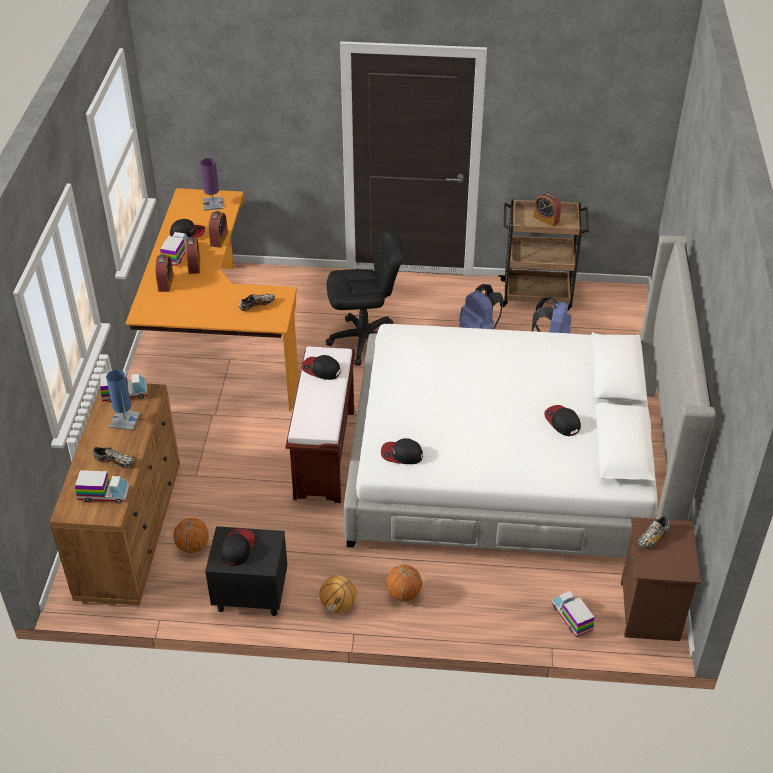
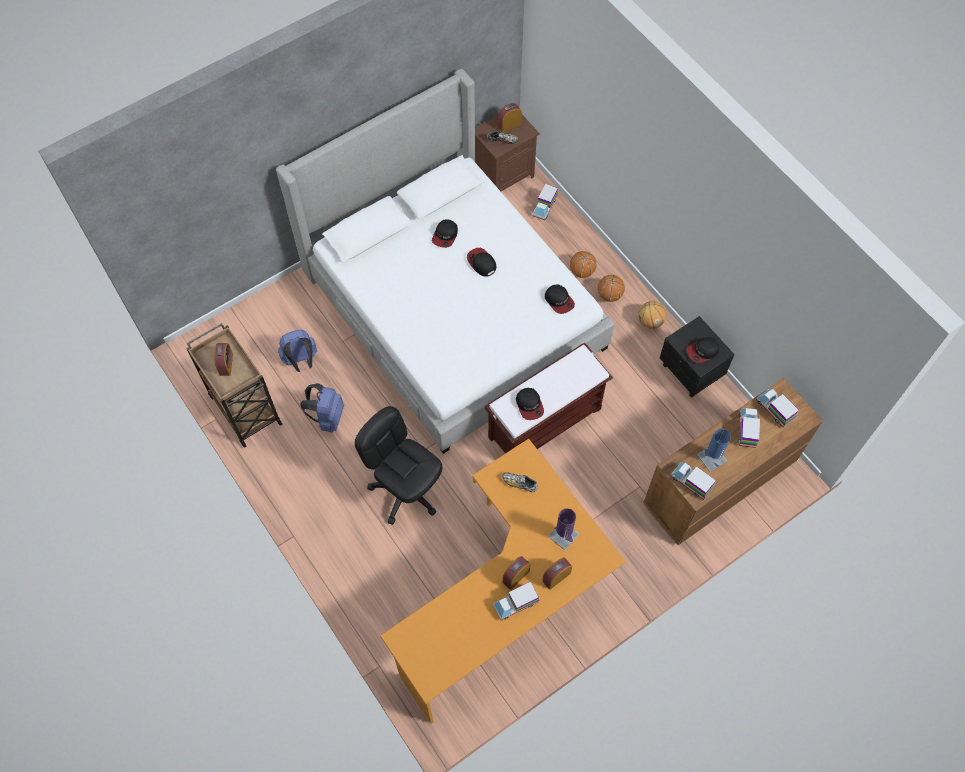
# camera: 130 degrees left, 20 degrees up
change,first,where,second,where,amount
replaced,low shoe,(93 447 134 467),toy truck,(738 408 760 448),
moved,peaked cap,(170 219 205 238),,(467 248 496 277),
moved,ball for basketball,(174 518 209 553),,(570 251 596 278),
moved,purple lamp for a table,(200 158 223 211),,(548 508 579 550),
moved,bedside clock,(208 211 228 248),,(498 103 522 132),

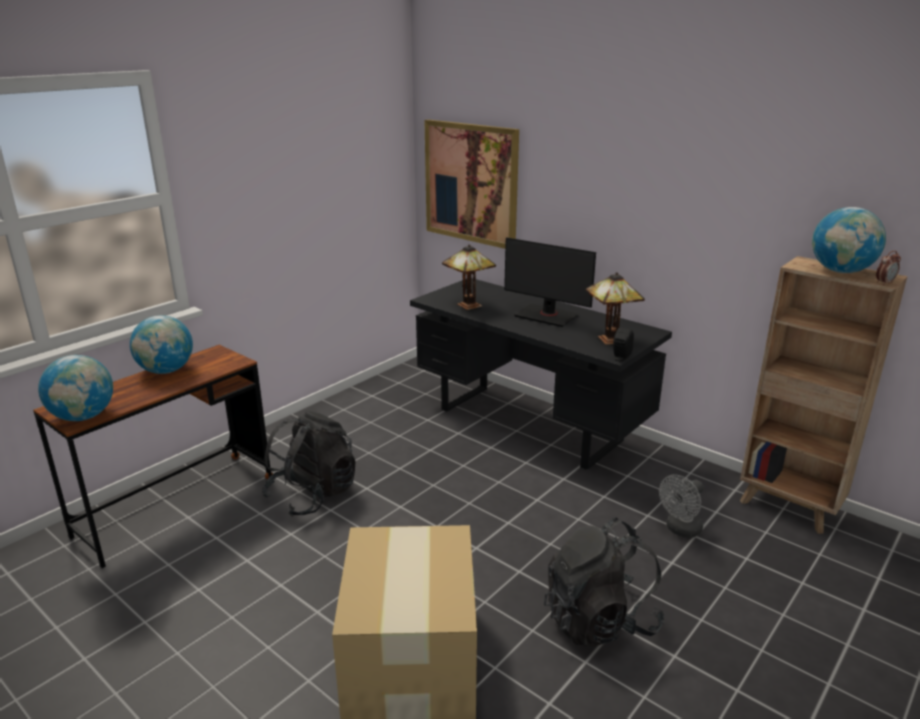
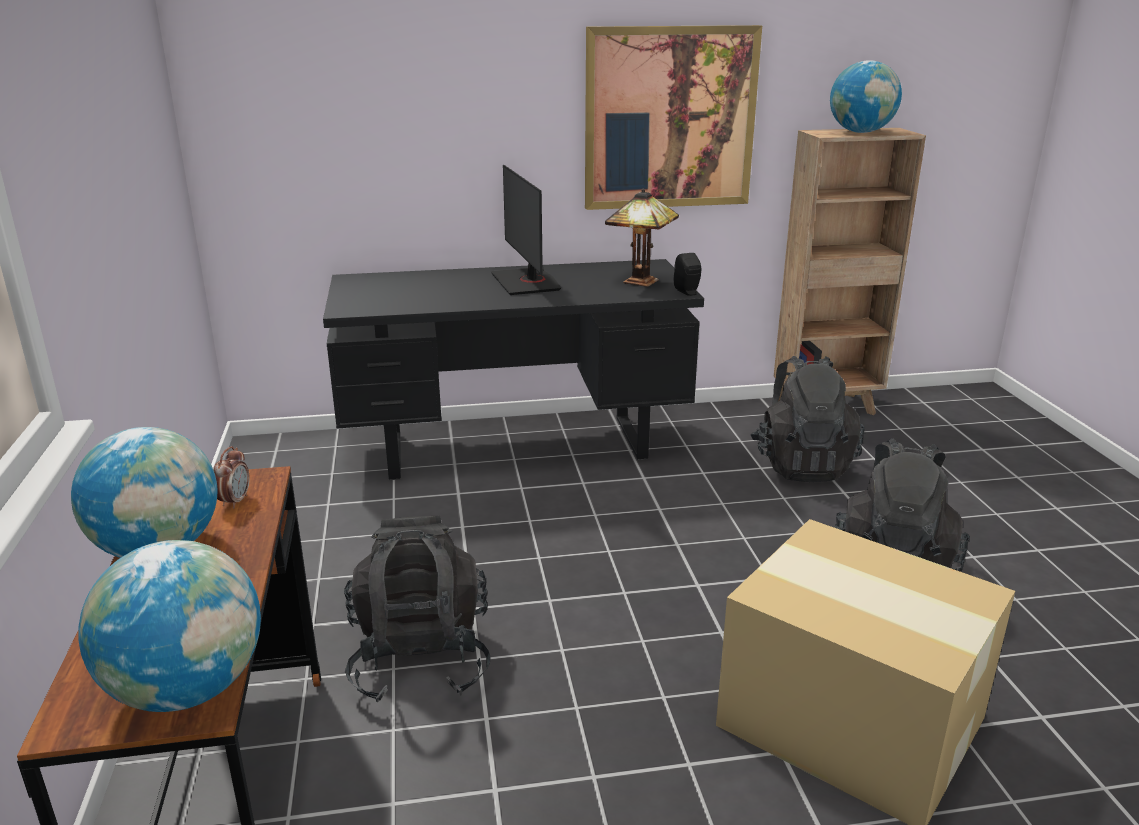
# camera: 50 degrees left, 0 degrees up
change,first,where,second,where,amount
moved,picture,(425 119 519 249),,(585 25 762 210),
removed,lamp for a table,(442 244 496 310),,,
turned,computer display,(504 237 596 327),,(491 165 561 295),90 degrees clockwise
replaced,greyish electric fan,(659 475 704 538),black rucksack,(750 356 864 482),
moved,bedside clock,(876 251 901 285),,(214 446 250 509),

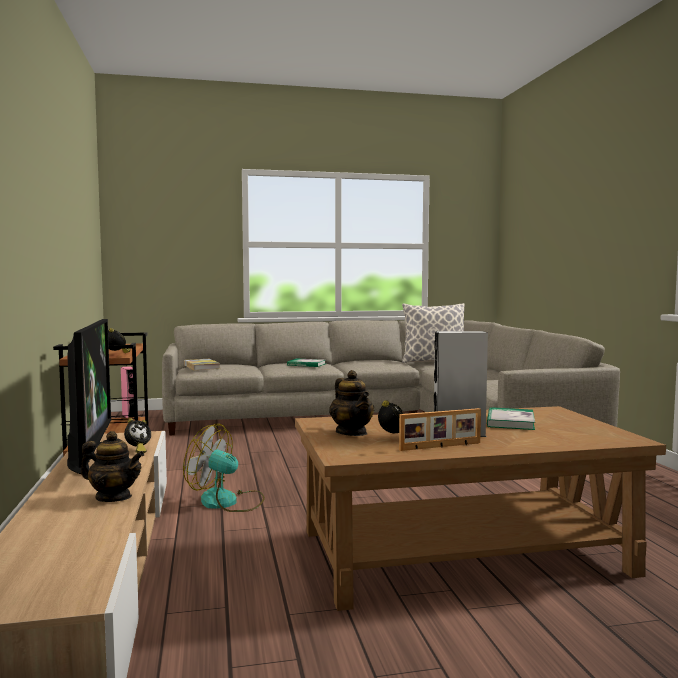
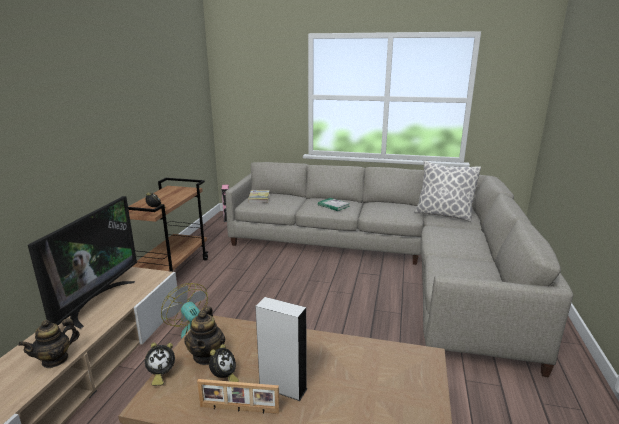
# camera: 25 degrees right, 15 degrees up
change,first,where,second,where,amount
turned,pot for tea,(81 431 144 502),,(18 318 80 368),90 degrees clockwise
moved,bedside clock,(124 418 151 453),,(145 342 175 386),
removed,book,(487 407 535 430),,,

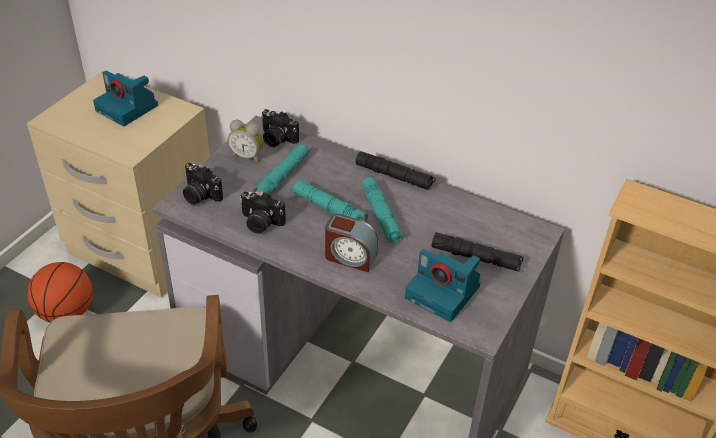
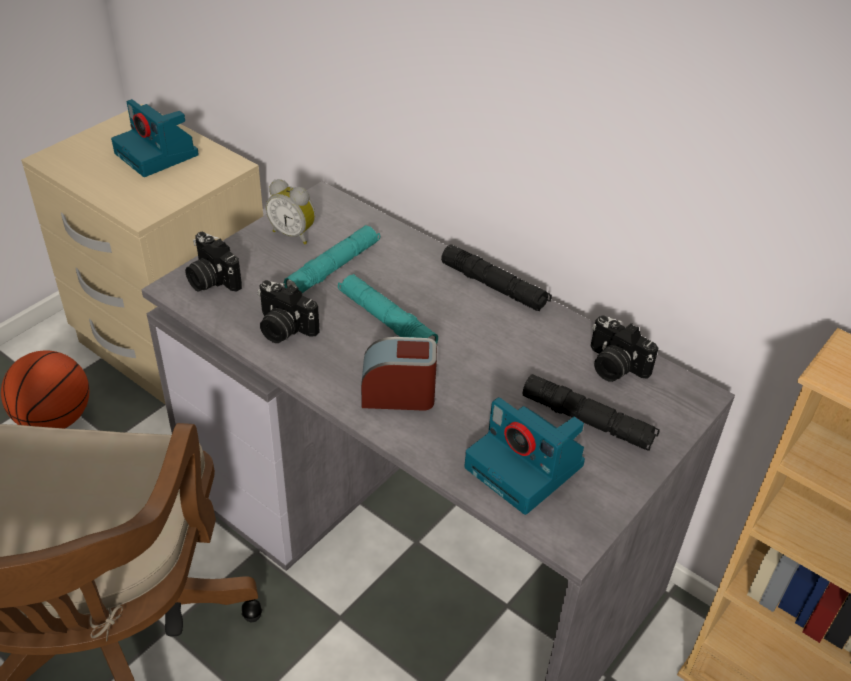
# camera: 10 degrees right, 0 degrees up
change,first,where,second,where,amount
moved,still camera,(261 109 299 147),,(591 315 659 382),
turned,bedside clock,(325 214 378 272),,(361 337 437 411),150 degrees clockwise
removed,turquoise-coloured hand torch,(362 177 403 243),,,

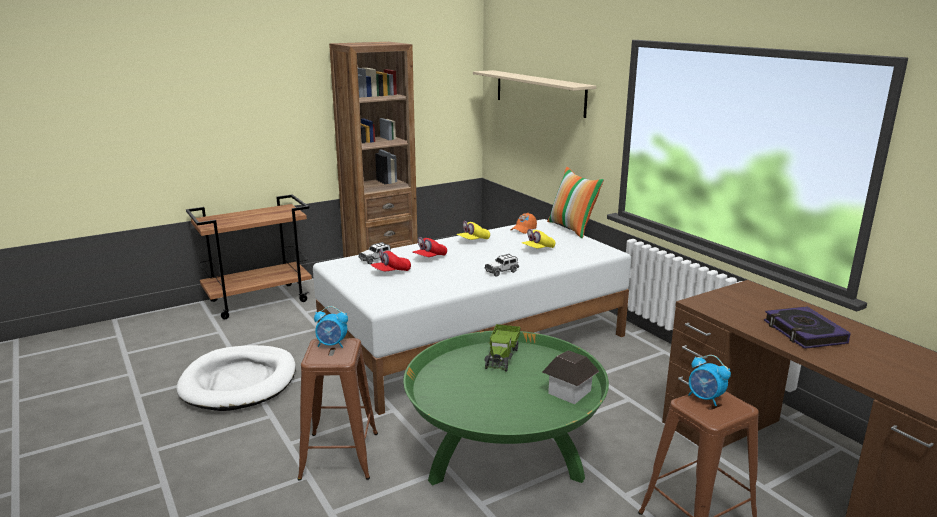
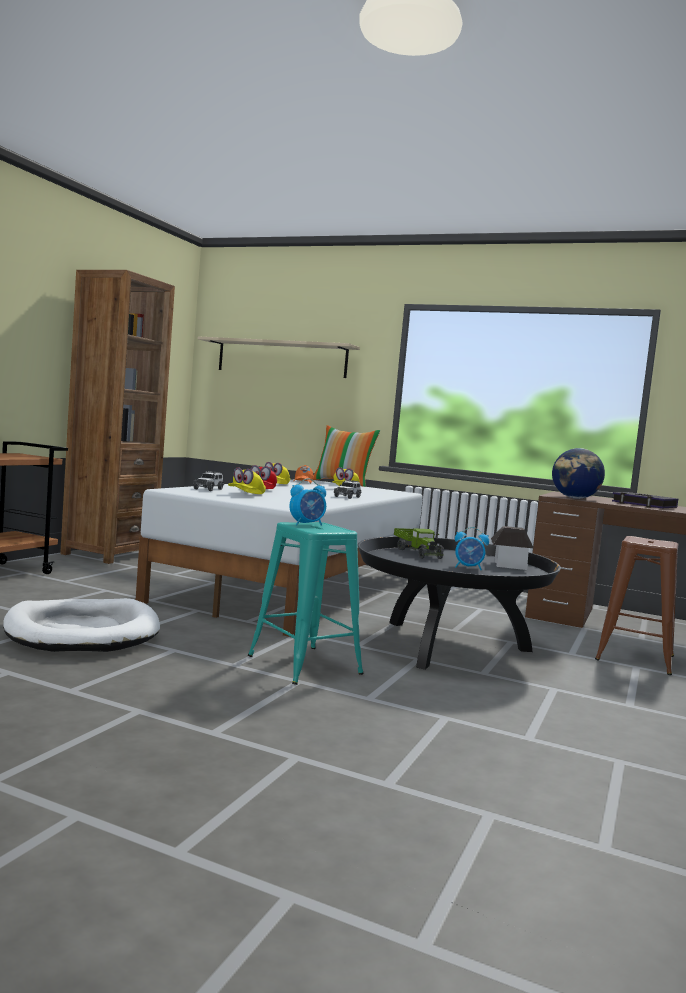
# camera: 35 degrees left, 15 degrees down
change,first,where,second,where,amount
recoloured,brown-coloured stool,(297 338 378 481),turquoise-coloured stool,(248 522 364 685),
recoloured,red-coloured peaked cap,(371 249 411 271),yellow-coloured peaked cap,(228 467 266 494),
recoloured,greenish low table,(403 331 609 486),black low table,(358 536 561 670),
moved,bedside clock,(688 355 731 406),,(455 527 489 570),
added,,,world globe,(552 448 605 499),

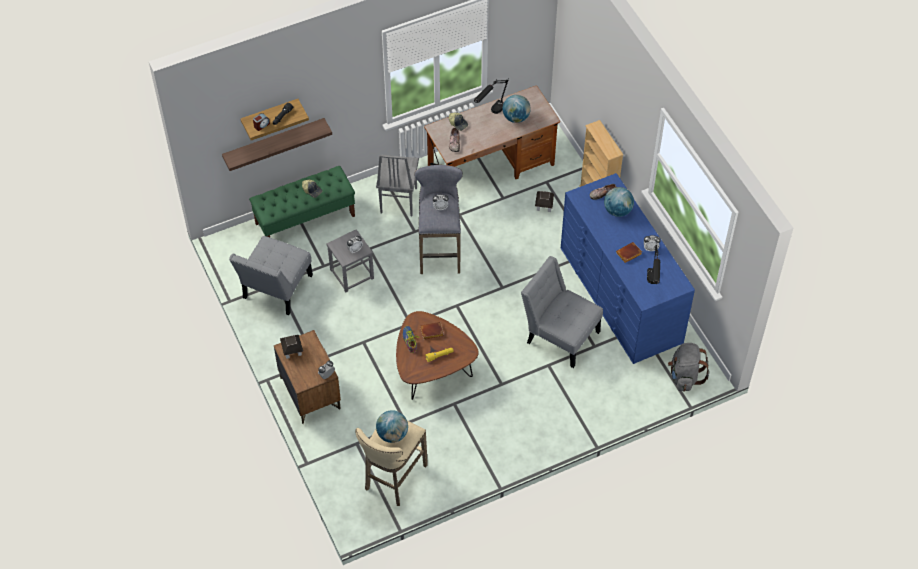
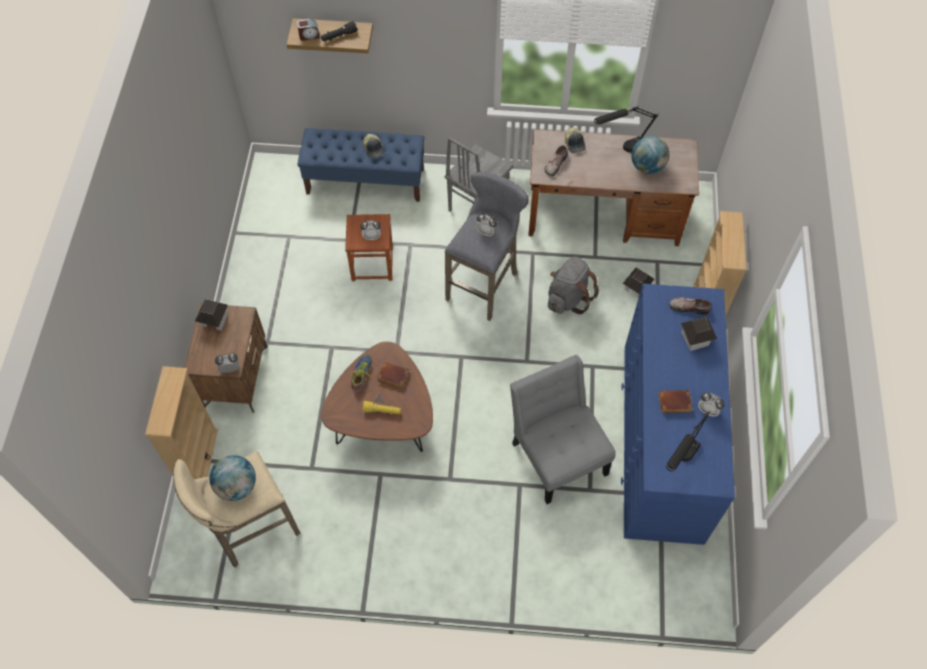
# camera: 30 degrees right, 5 degrees up
change,first,where,second,where,amount
removed,shelf,(222 118 332 171),,,
removed,greyish upright chair,(229 236 313 315),,,
recoloured,greenish long seat,(249 166 355 237),blue-coloured long seat,(298 128 424 202),
recoloured,greyish stool,(326 229 374 292),brown-coloured stool,(345 214 393 281),
replaced,world globe,(604 187 634 217),toy house,(681 317 717 351),
moved,greyish rucksack,(668 343 709 391),,(548 257 599 314),
added,,,sand-coloured bookcase,(145 366 218 479),

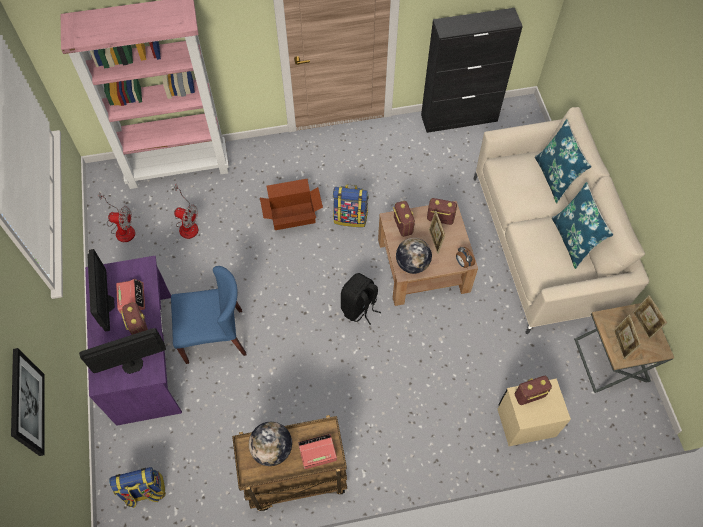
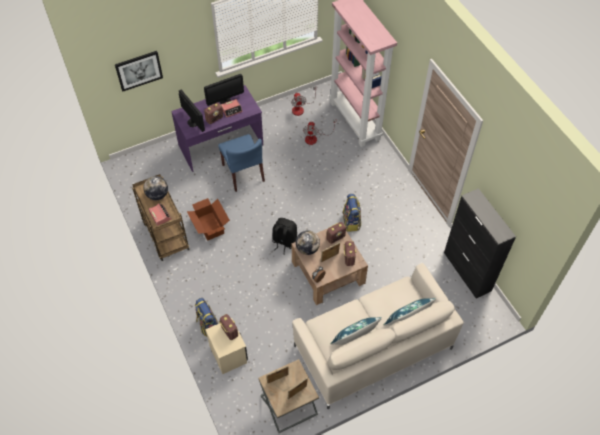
# camera: 75 degrees right, 5 degrees down
change,first,where,second,where,amount
moved,rucksack,(109 467 166 508),,(195 298 219 337),
moved,carton,(260 179 323 230),,(187 198 230 241),

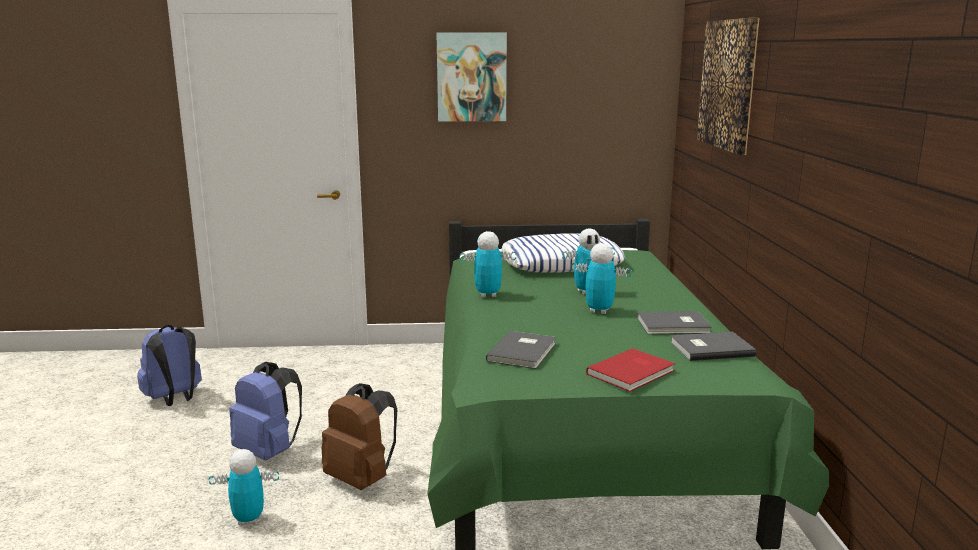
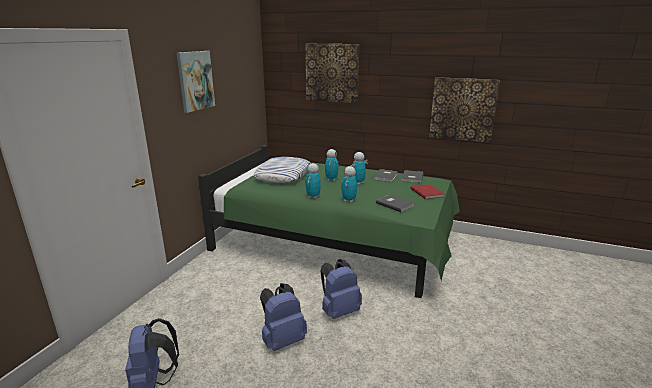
# camera: 65 degrees left, 5 degrees up
change,first,where,second,where,amount
moved,robot figure,(209 449 279 525),,(341 166 357 202),
recoloured,brown-coloured rucksack,(322 383 397 490),blue-coloured rucksack,(320 259 362 319),
added,,,picture,(429 77 500 142),

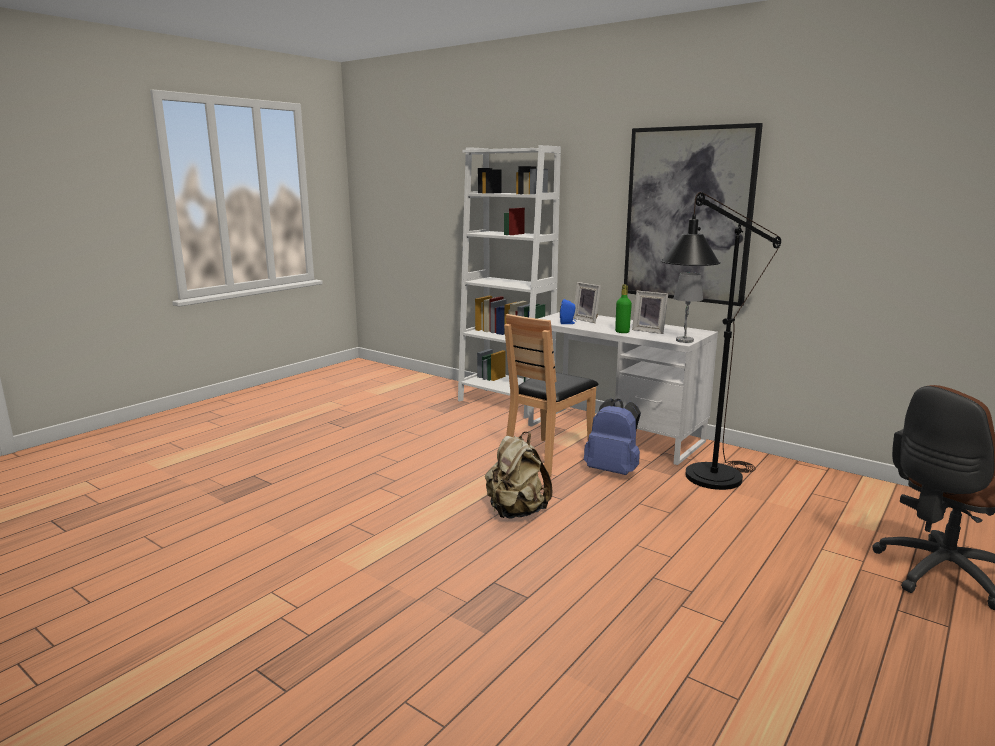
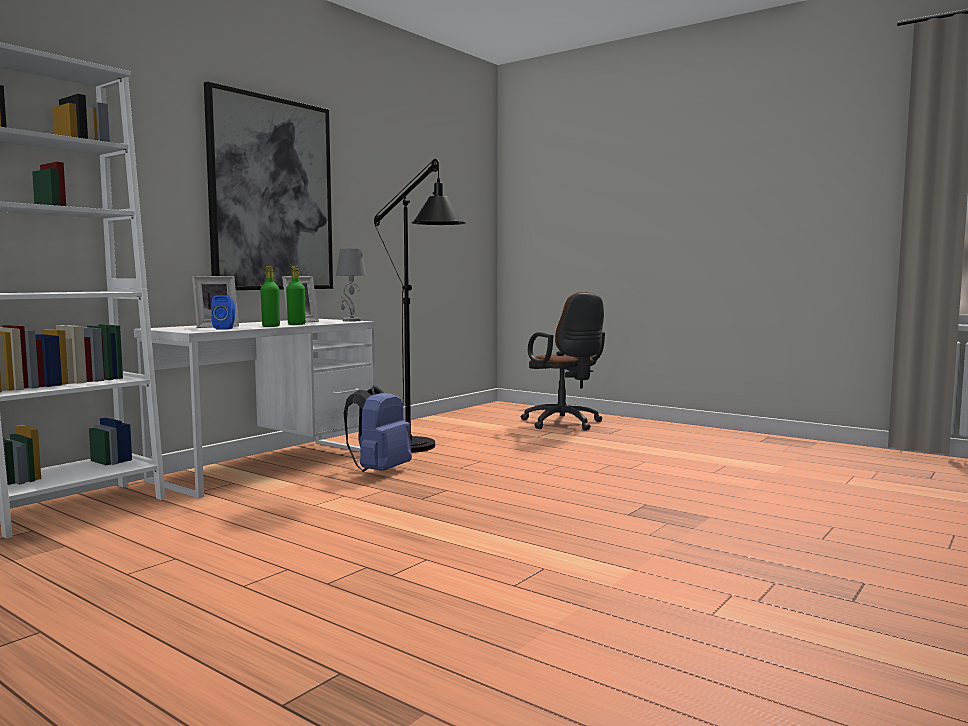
# camera: 90 degrees left, 10 degrees down
change,first,where,second,where,amount
removed,sand-coloured rucksack,(485 432 552 519),,,
removed,brown-coloured upright chair,(504 314 599 477),,,
added,,,greenish drink bottle,(260 266 280 327),

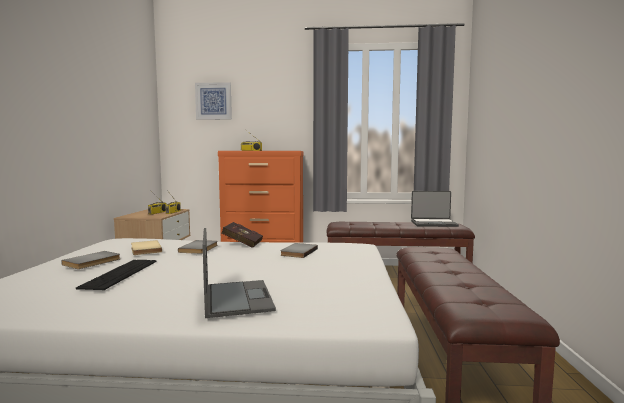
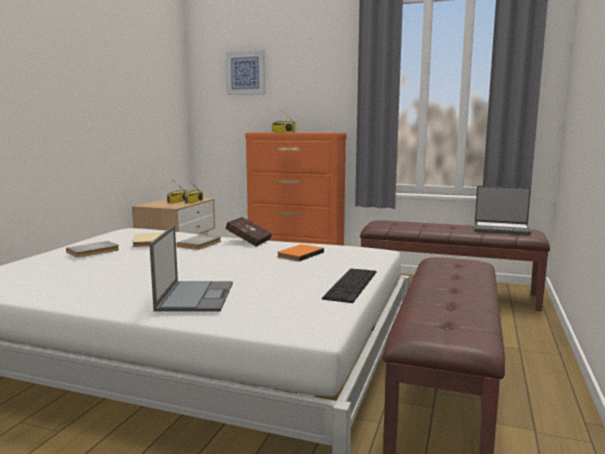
# camera: 15 degrees right, 5 degrees up
change,first,where,second,where,amount
moved,PC keyboard,(76 260 156 290),,(322 269 376 303),
recoloured,greyish book,(280 243 318 258),orange book,(277 244 324 262),

